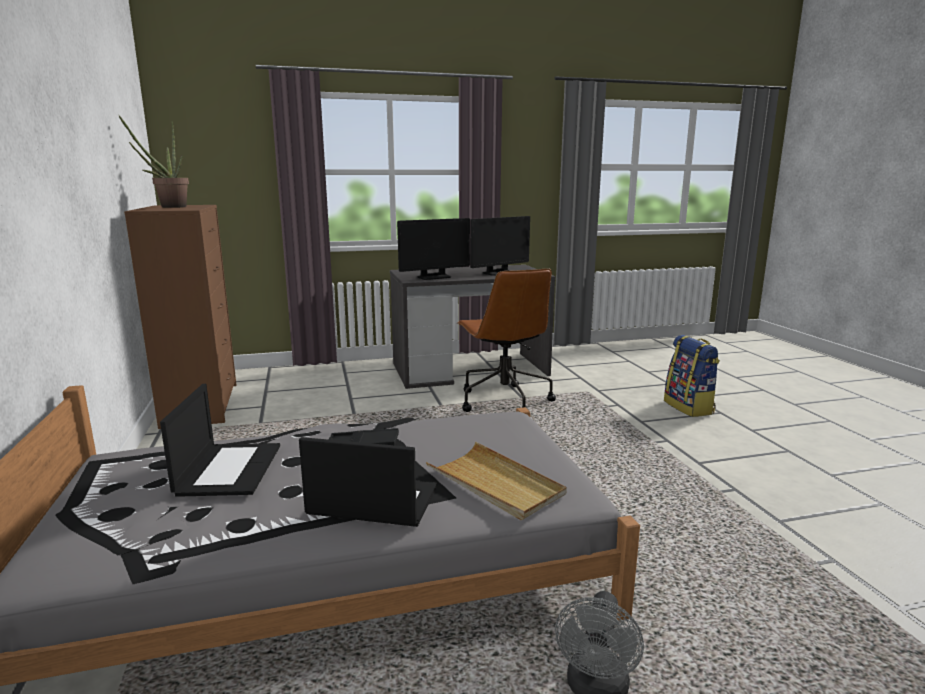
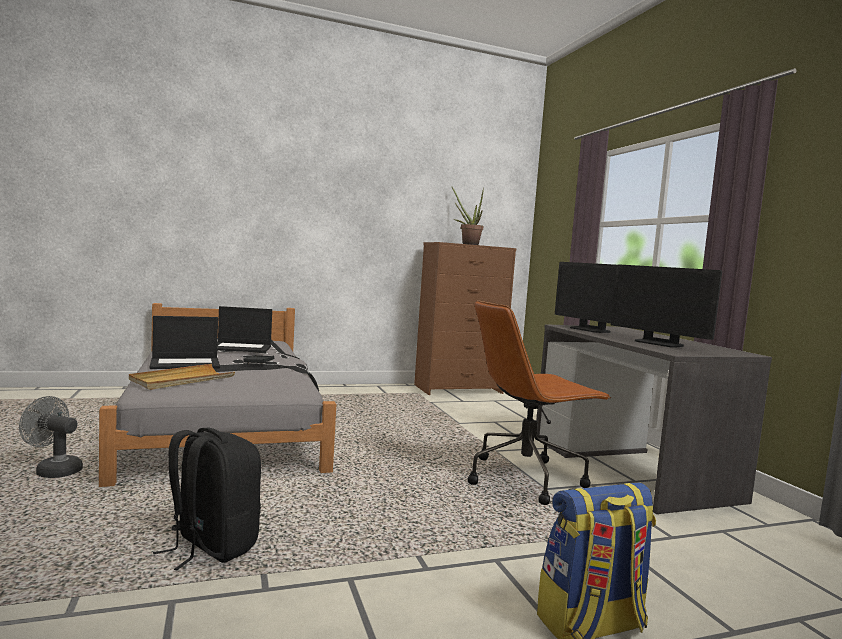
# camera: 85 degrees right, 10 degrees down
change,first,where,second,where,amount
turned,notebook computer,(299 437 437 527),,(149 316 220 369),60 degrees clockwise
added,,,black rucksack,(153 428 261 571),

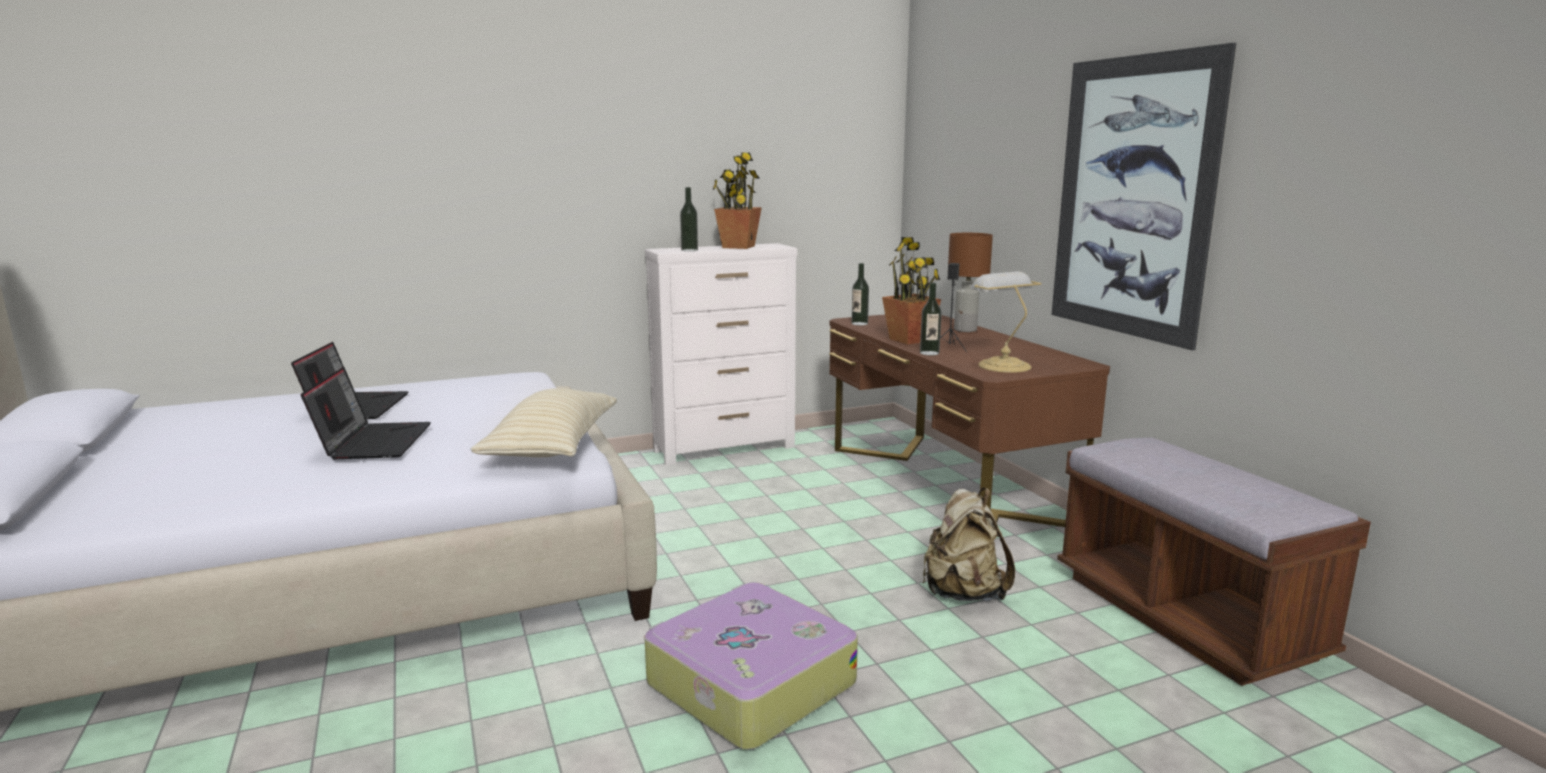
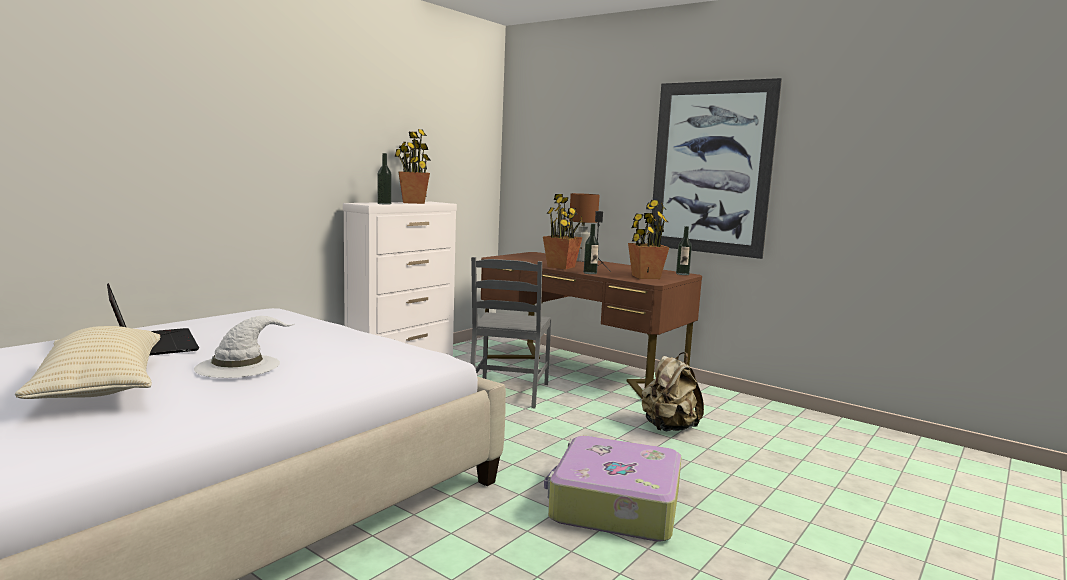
# camera: 30 degrees left, 5 degrees down
change,first,where,second,where,amount
replaced,notebook computer,(301 367 431 459),white hat,(194 316 294 378),
moved,sand-coloured throw pillow,(471 388 617 457),,(15 326 160 399),
moved,drink bottle,(852 263 869 325),,(676 226 692 275),
replaced,lamp for a table,(970 271 1042 373),houseplant,(628 200 669 279),
removed,brown-coloured long seat,(1057 437 1371 686),,,
added,,,greyish upright chair,(470 257 552 409),

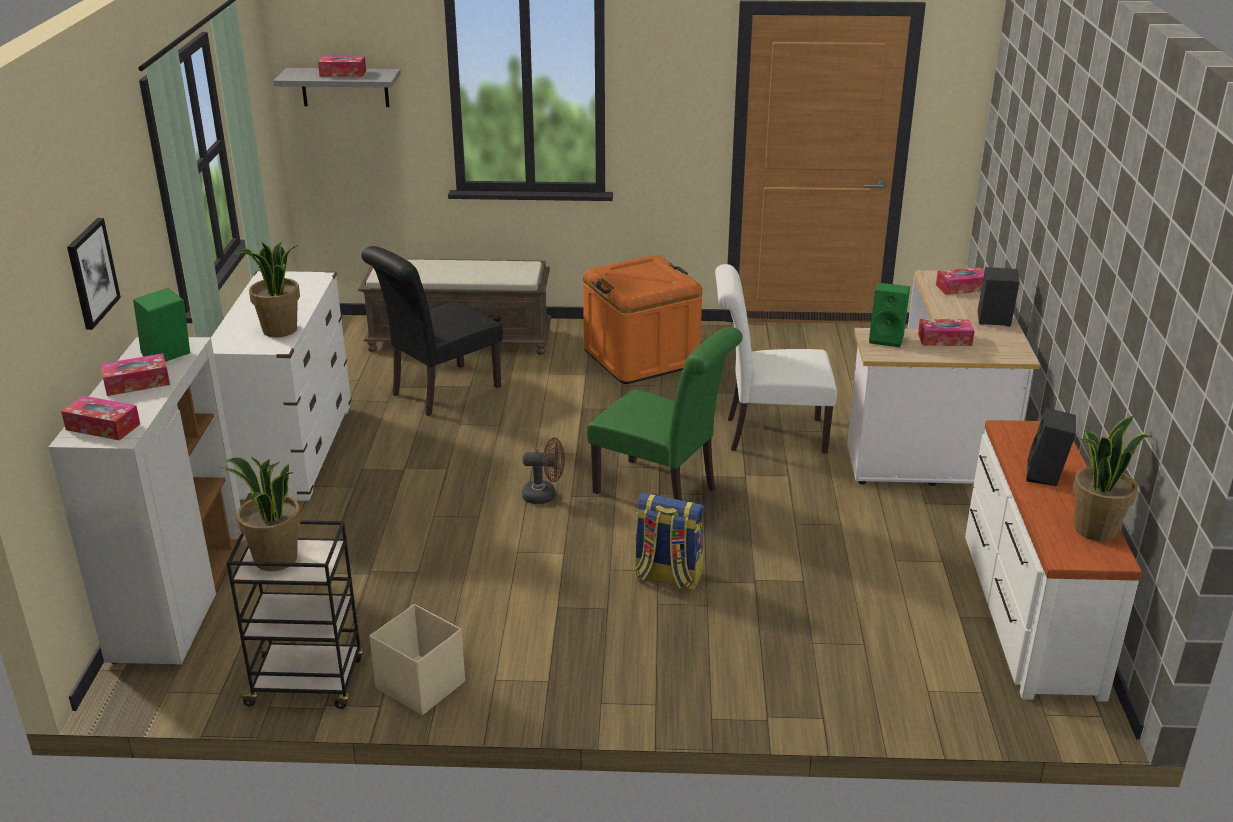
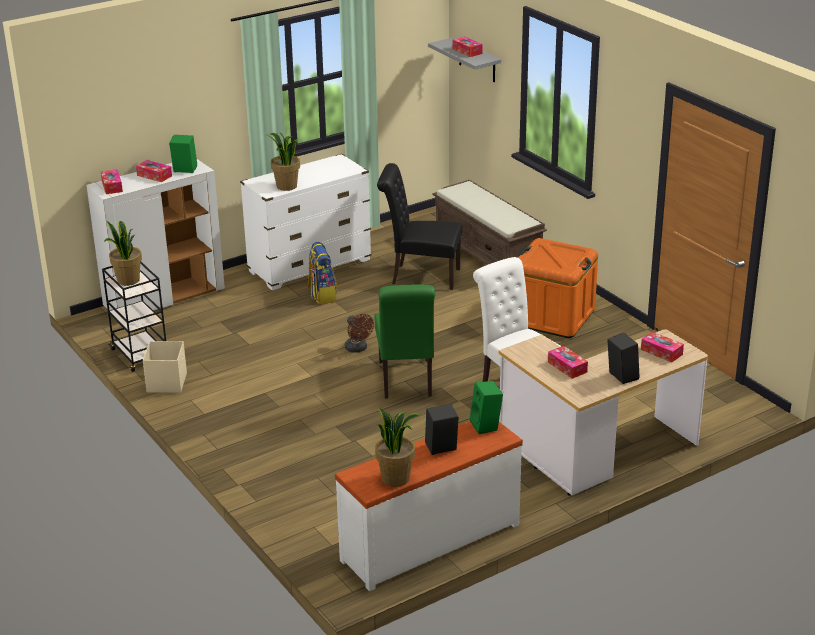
# camera: 55 degrees right, 0 degrees up
change,first,where,second,where,amount
removed,picture,(67 218 121 330),,,
moved,rucksack,(634 493 705 590),,(307 242 337 304),
moved,greenish audio speaker,(869 283 910 347),,(470 381 503 434),

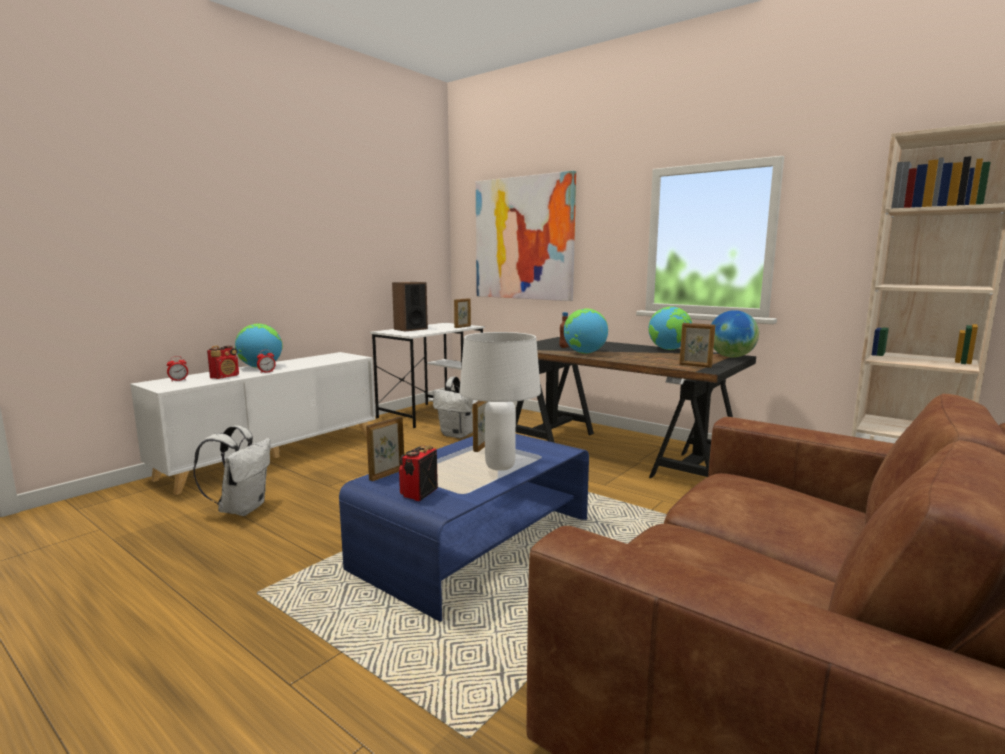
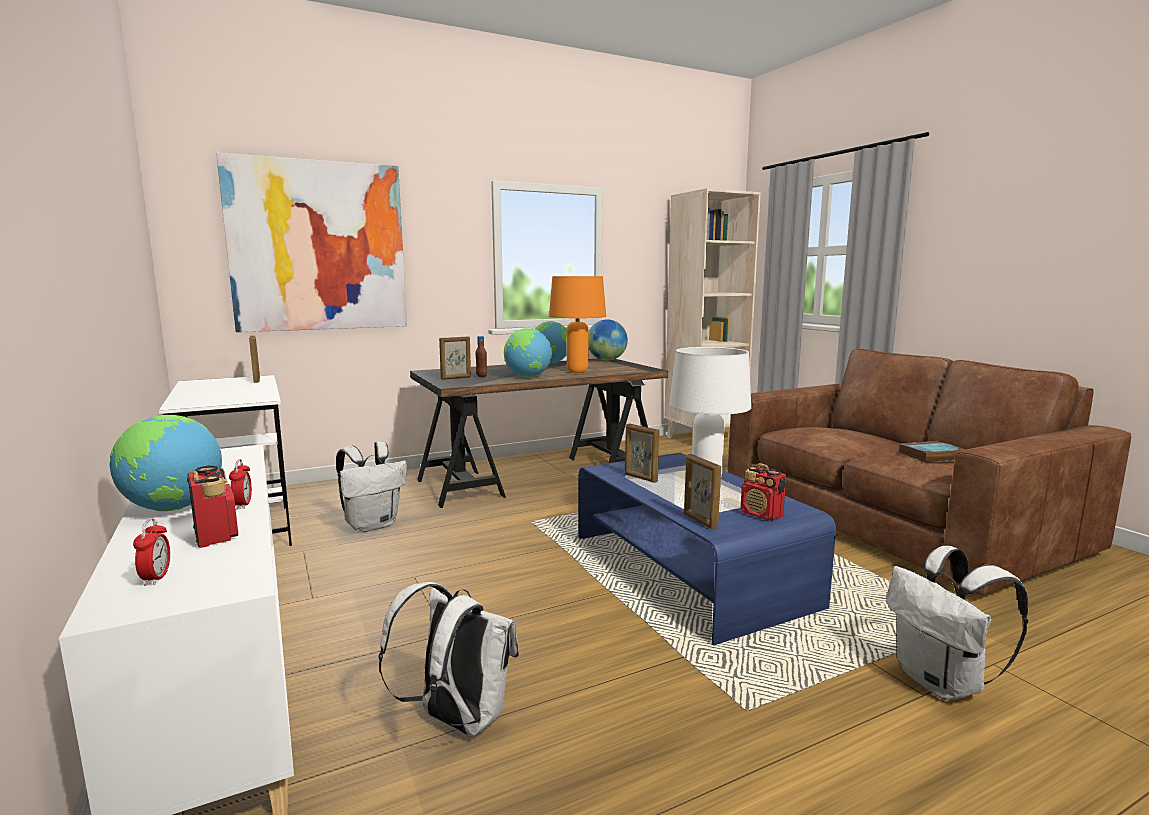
# camera: 65 degrees left, 0 degrees up
change,first,where,second,where,amount
removed,audio speaker,(392 282 428 331),,,
moved,picture frame,(679 323 715 368),,(439 336 471 380),
added,,,orange lamp for a table,(549 276 606 373),
added,,,white rucksack,(887 546 1028 700),
added,,,book,(898 441 965 463),

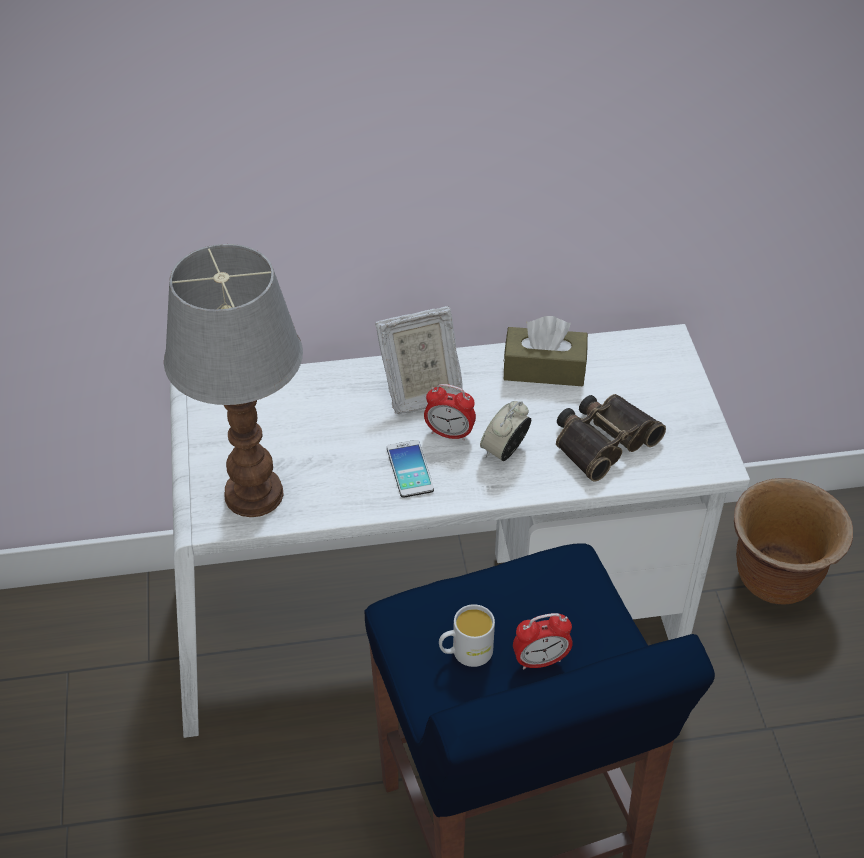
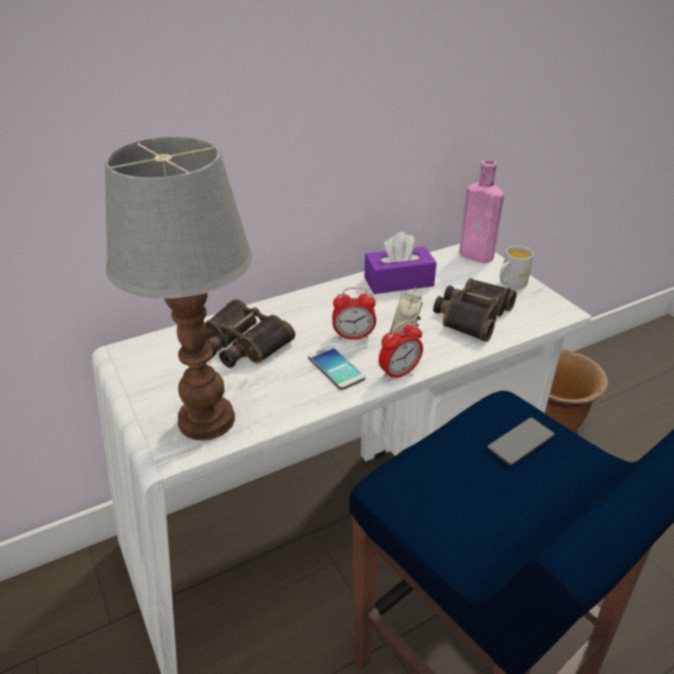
# camera: 20 degrees left, 10 degrees down
change,first,where,second,where,amount
removed,picture frame,(375 306 463 414),,,
moved,white mug,(439 604 495 667),,(500 246 534 289),
recoloured,brown-coloured tissue box,(503 316 588 386),purple tissue box,(364 232 437 294),
moved,bedside clock,(513 613 573 670),,(379 320 423 381),
added,,,field glasses,(205 299 295 368),
added,,,pink-coloured drink bottle,(459 160 504 263),
added,,,phone,(487 417 555 466),

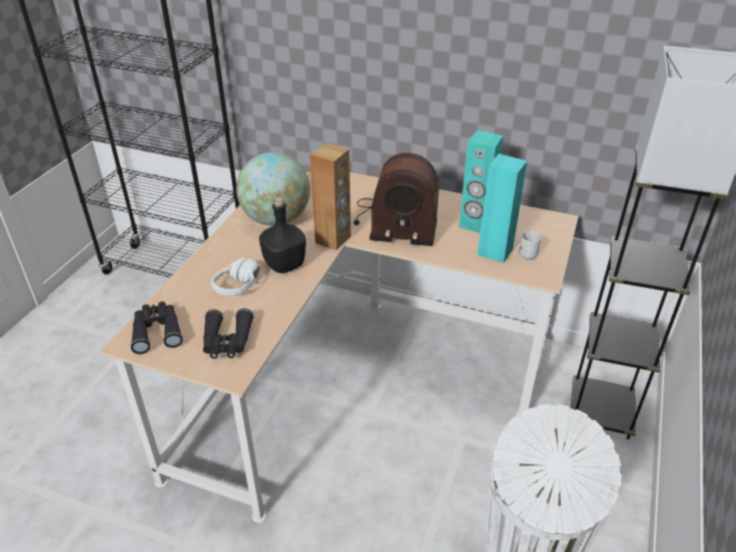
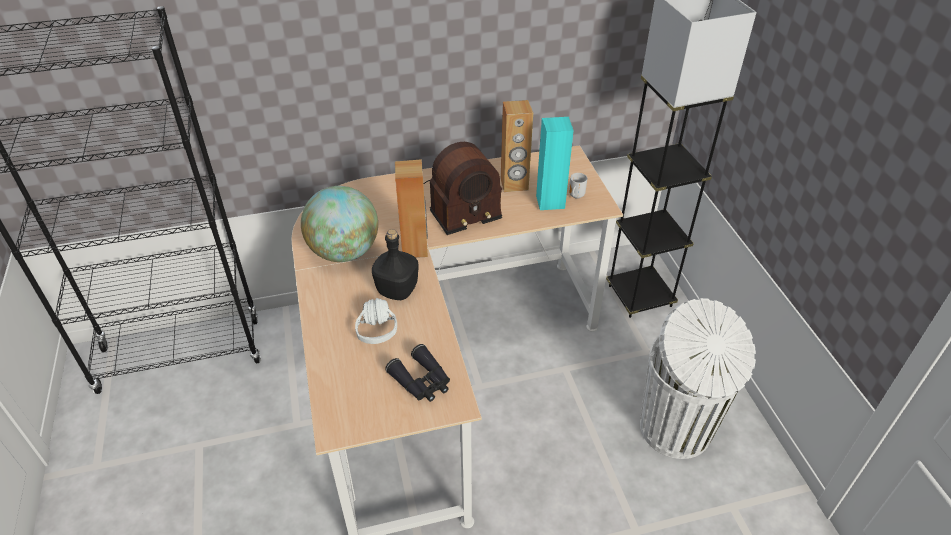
# camera: 35 degrees left, 5 degrees up
change,first,where,second,where,amount
removed,black field glasses,(131 301 183 354),,,
recoloured,turquoise-coloured audio speaker,(459 130 503 233),brown-coloured audio speaker,(501 100 533 192),

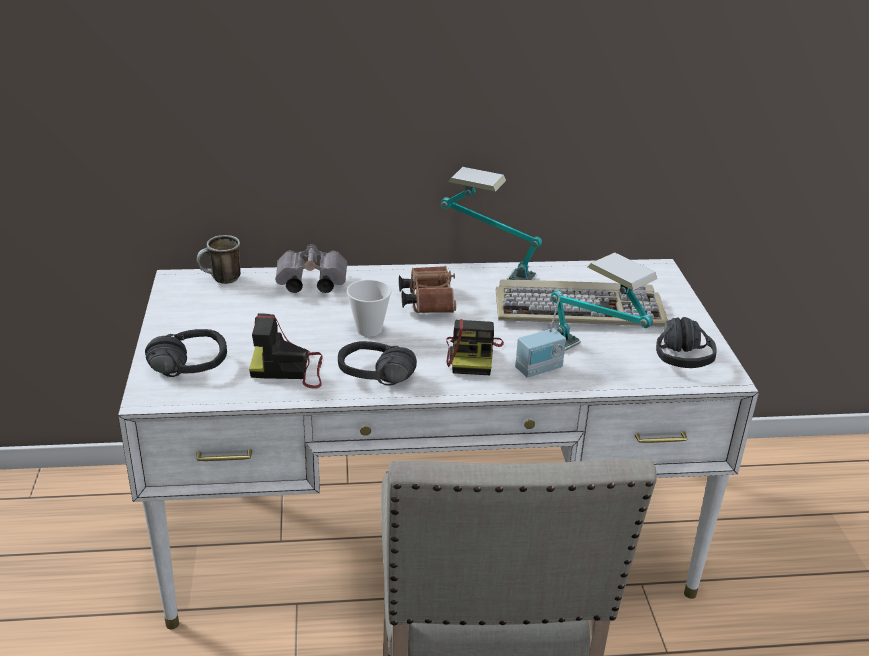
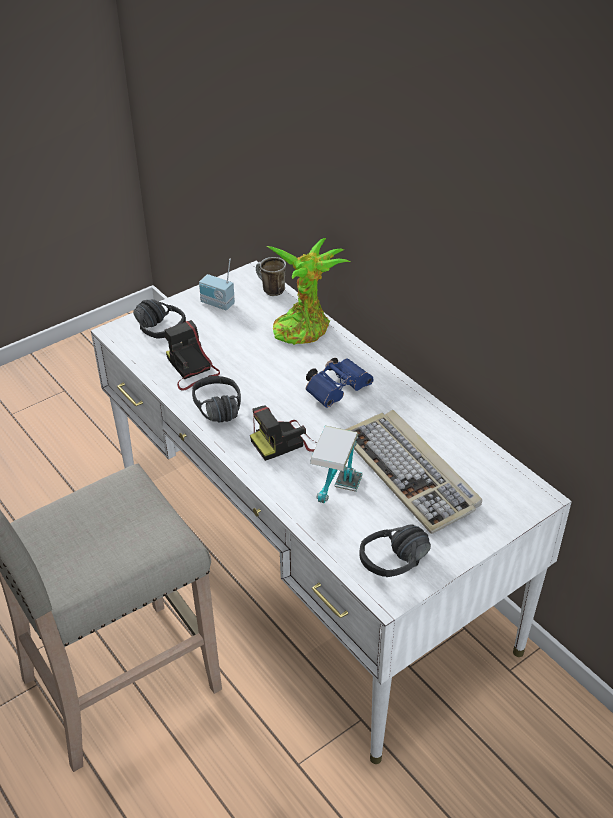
# camera: 60 degrees right, 10 degrees up
change,first,where,second,where,amount
replaced,greyish field glasses,(275 244 347 293),houseplant,(267 238 350 345),
removed,drinking cup,(347 280 391 337),,,
recoloured,brown-coloured field glasses,(399 266 456 313),blue-coloured field glasses,(306 358 374 408),
removed,lamp for a table,(440 167 542 280),,,
moved,radio,(515 294 566 378),,(199 259 235 310),

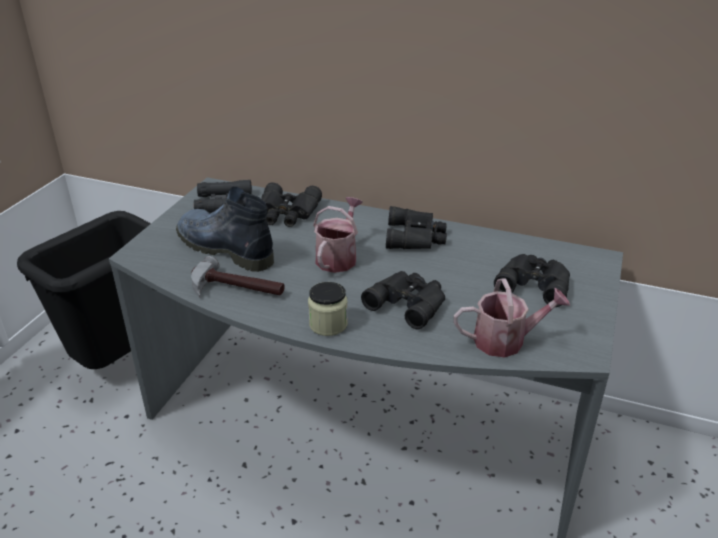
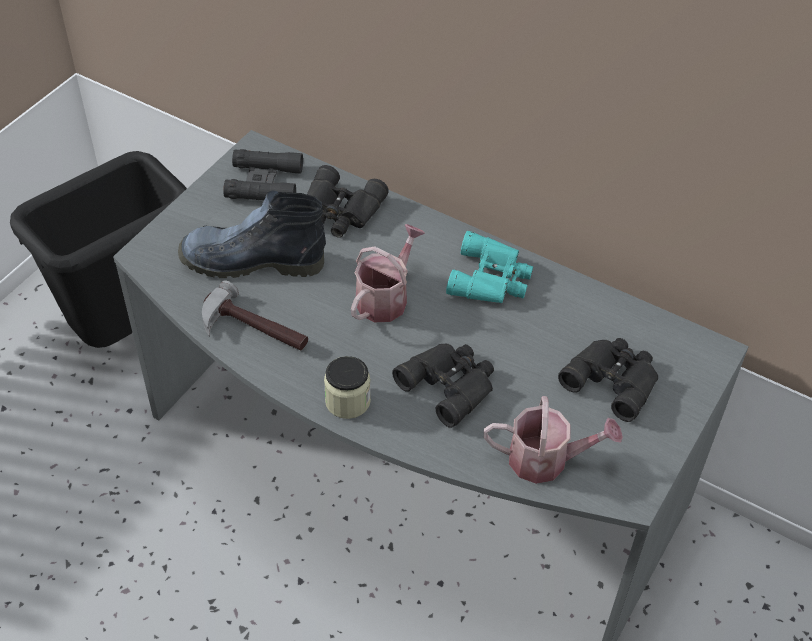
# camera: 10 degrees right, 15 degrees up
change,first,where,second,where,amount
turned,tall boot,(176 187 274 272),,(178 190 326 278),45 degrees counterclockwise
recoloured,black field glasses,(386 206 447 249),turquoise-coloured field glasses,(446 231 533 303),

